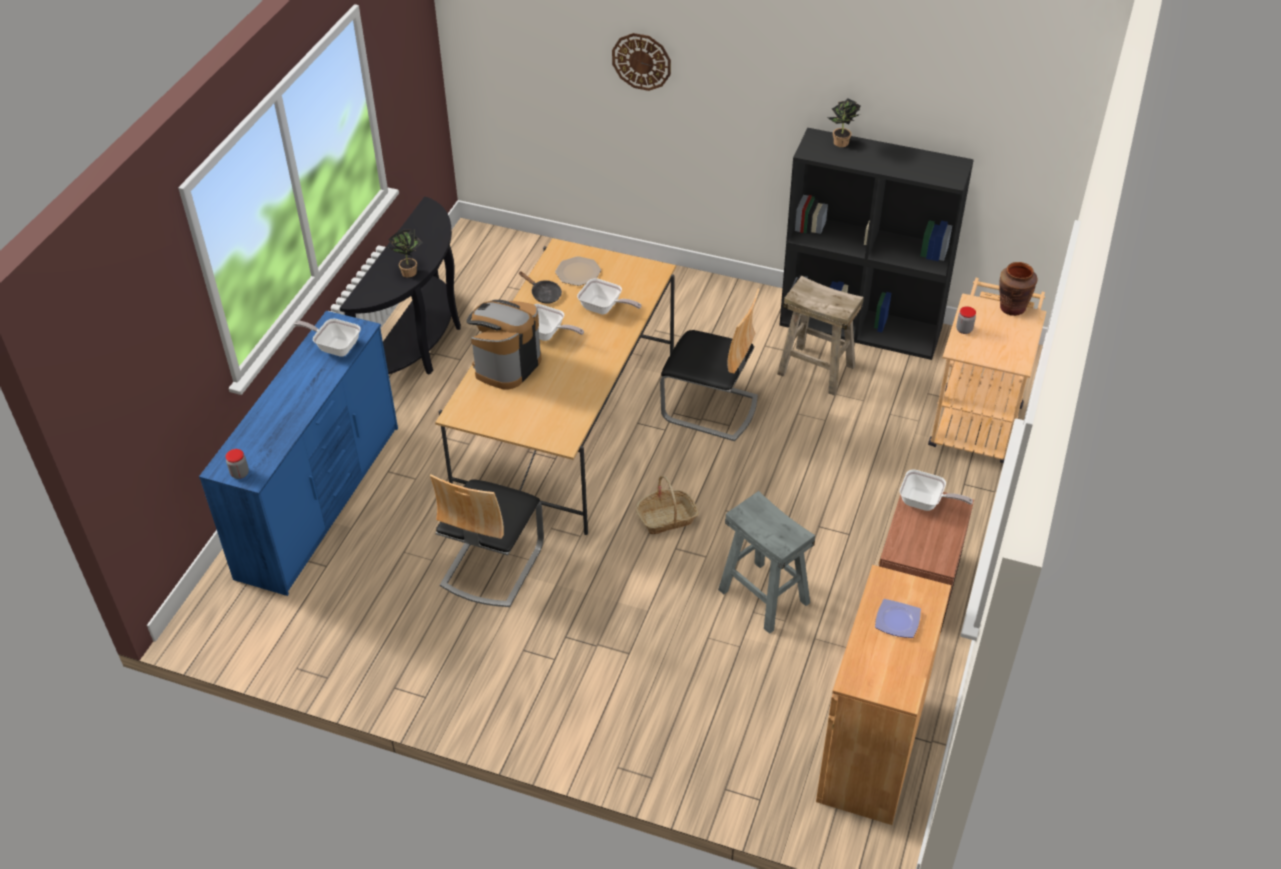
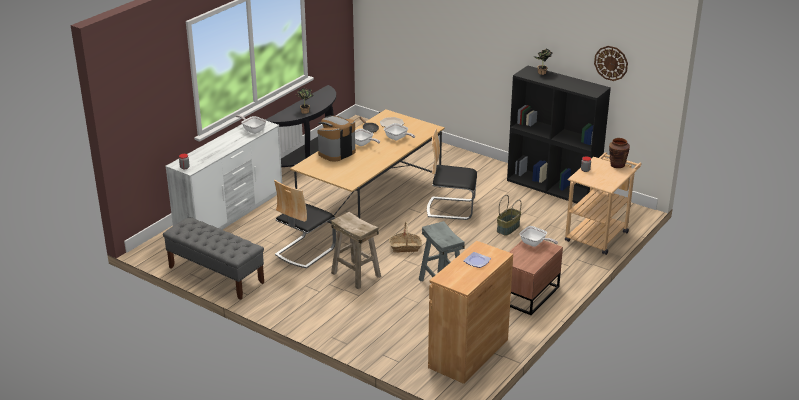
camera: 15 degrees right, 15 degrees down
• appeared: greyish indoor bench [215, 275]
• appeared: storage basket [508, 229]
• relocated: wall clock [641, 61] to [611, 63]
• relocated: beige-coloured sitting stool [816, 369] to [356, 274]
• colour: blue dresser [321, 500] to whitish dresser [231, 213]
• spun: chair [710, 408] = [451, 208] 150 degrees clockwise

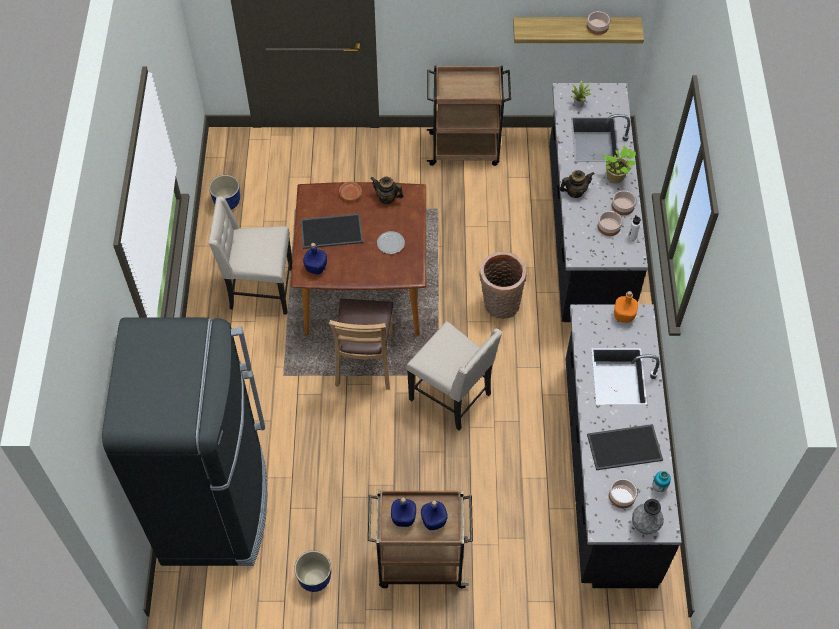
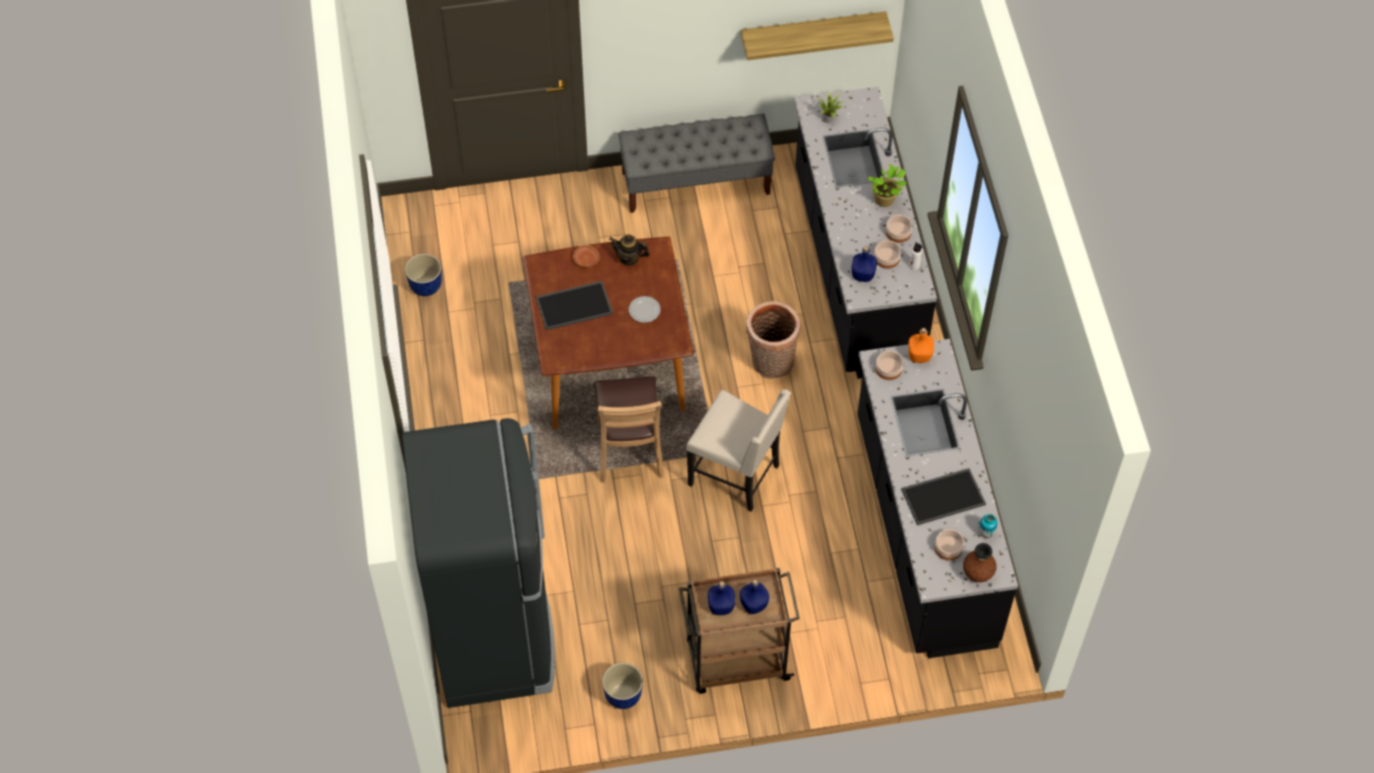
camera: 10 degrees left, 0 degrees up
• missing: beige-coloured chair [259, 290]
• missing: teapot [575, 191]
• relocated: blue bottle [316, 267] to [863, 274]
• relocated: serving bowl [597, 26] to [889, 368]
• exchanged: brownish wheeled cart [465, 149] to greyish indoor bench [696, 182]
• colour: greyish vase [645, 525] to brownish vase [977, 574]

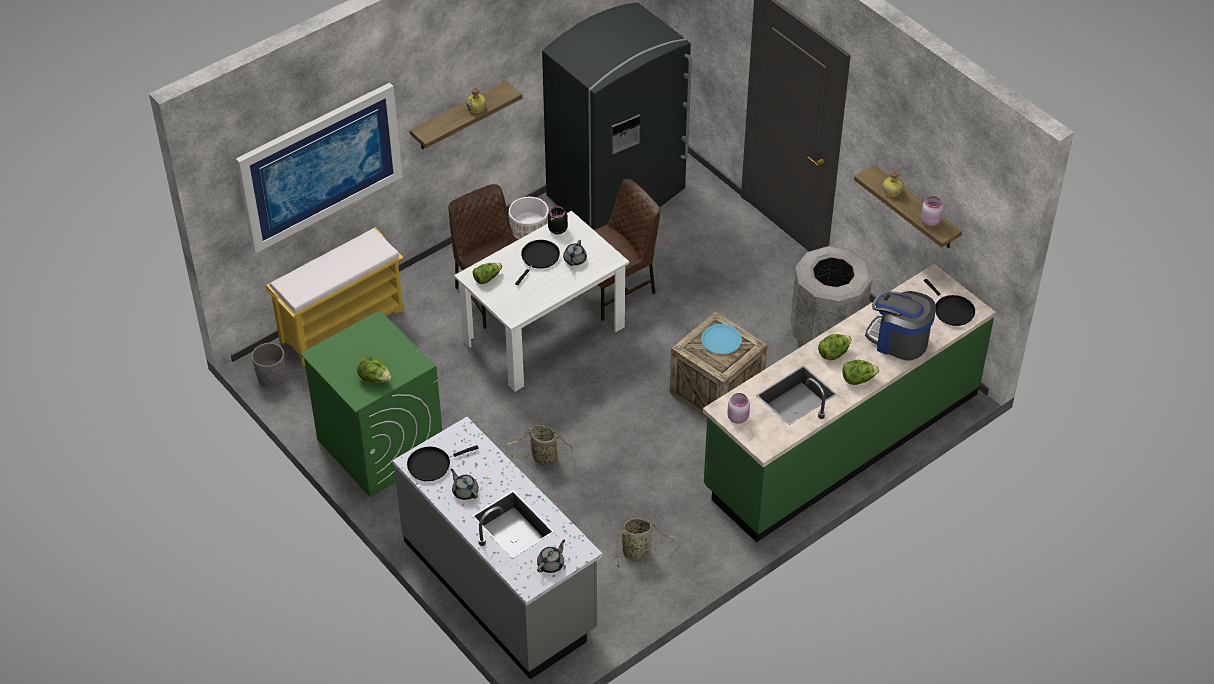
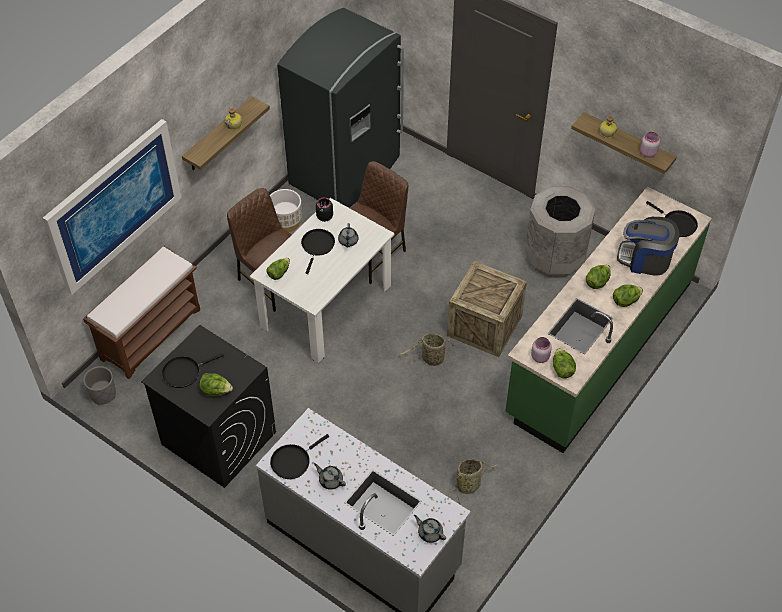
camera: 15 degrees left, 5 degrees up
• missing: blue dinner plate [721, 340]
• appeared: blackish frying pan [184, 372]
• appeared: head of lettuce [562, 369]
• relocated: storage basket [542, 458] to [431, 359]
• colour: yellow indoor bench [342, 324] to brownish indoor bench [151, 333]
• colour: green-coloured laundry appliance [379, 446] to blackish laundry appliance [218, 438]
• spun: greyish teapot [551, 564] = [430, 533] 75 degrees counterclockwise

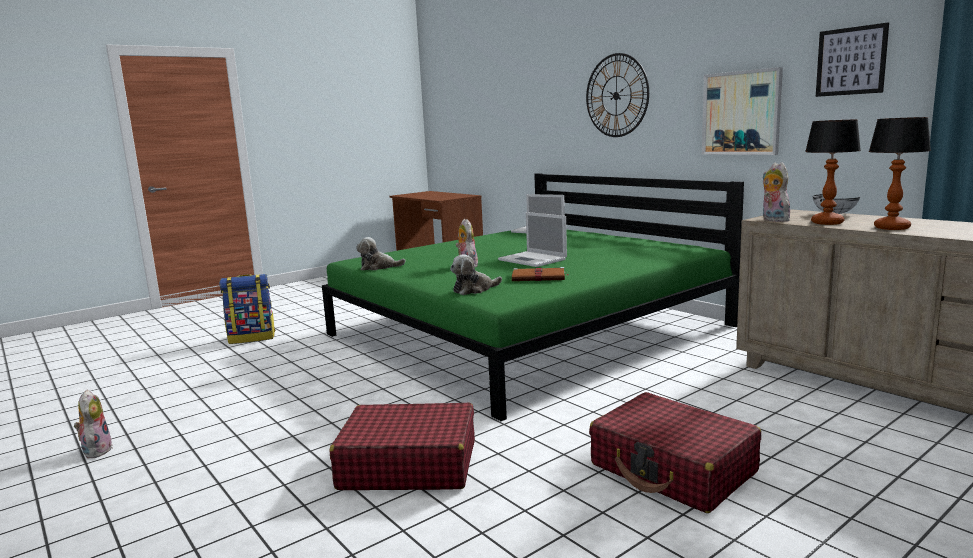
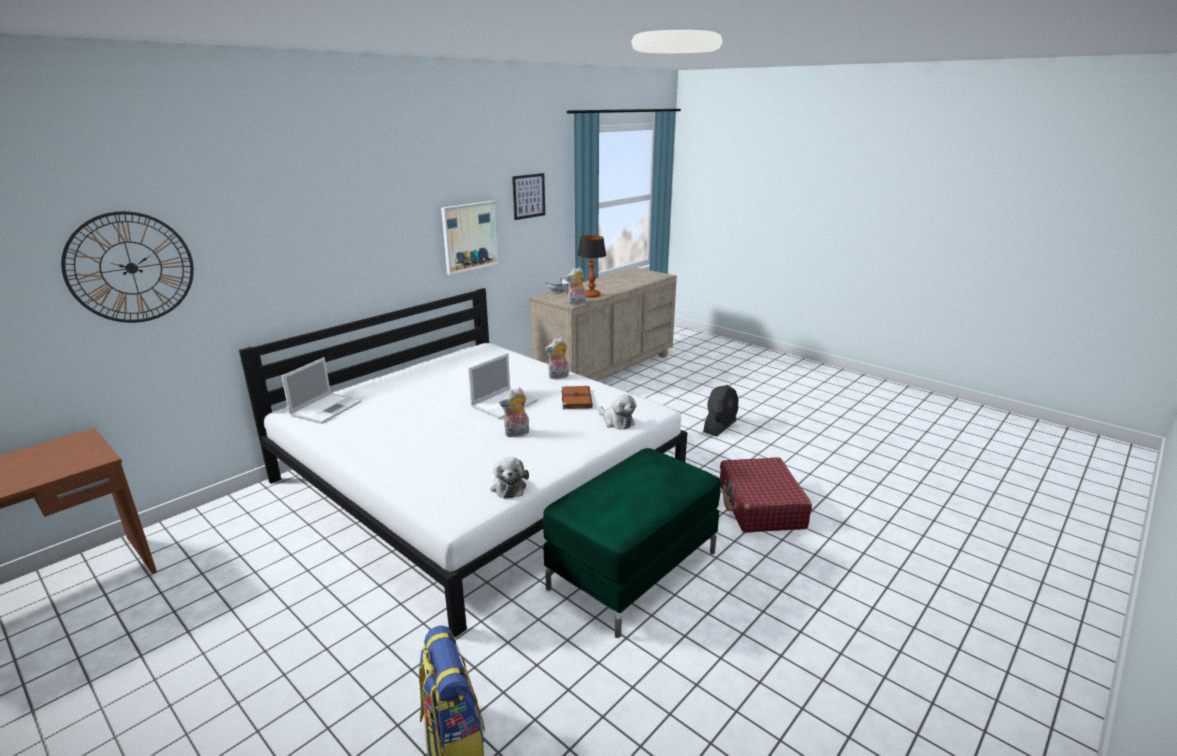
camera: 100 degrees left, 10 degrees up
• missing: lamp for a table [891, 227]
• appeared: green-coloured footrest [633, 569]
• relocated: soft toy [96, 450] to [558, 377]
• relocated: wall clock [616, 95] to [131, 268]
• exchanged: reddish travel case [673, 469] to blackish fan [720, 426]
• colour: green-coloured bedroom bed [527, 330] to whitish bedroom bed [477, 479]

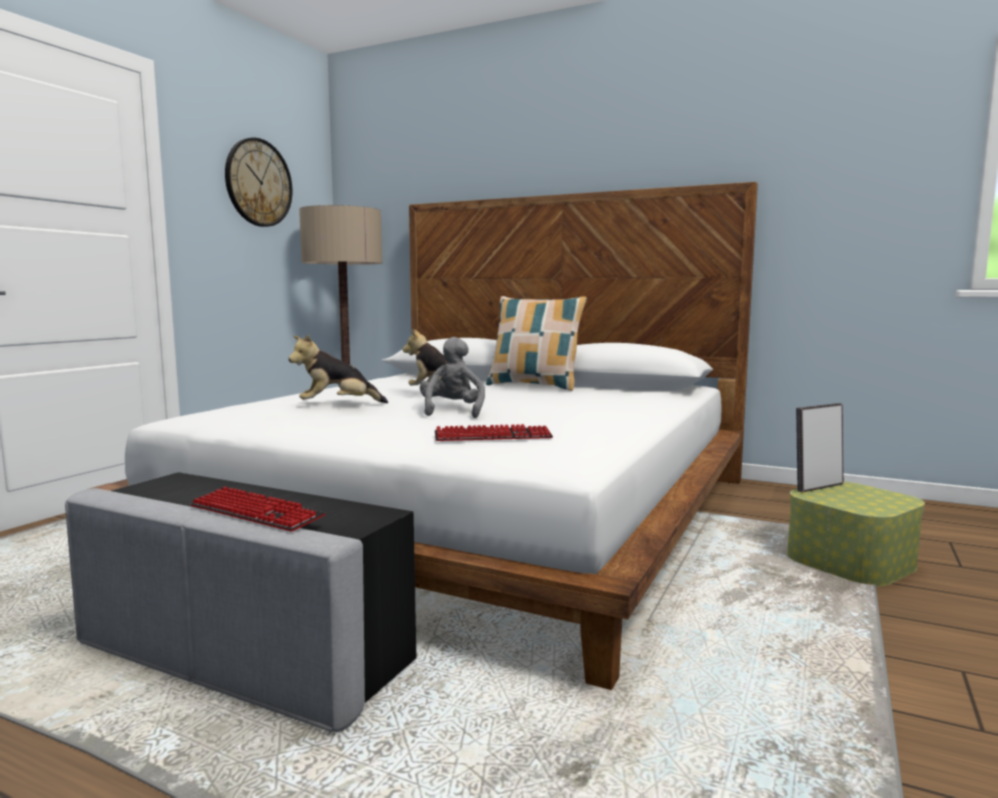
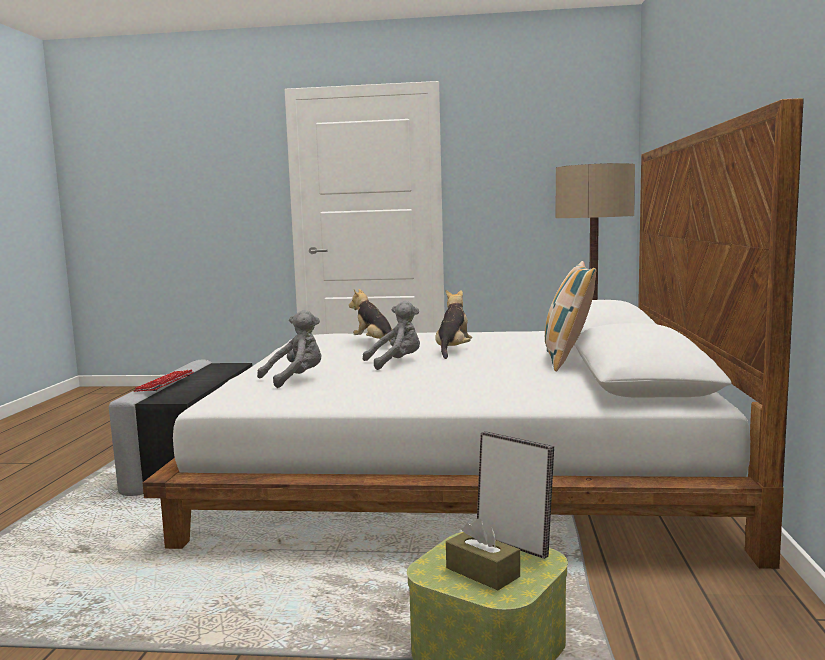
camera: 70 degrees right, 0 degrees up
• missing: wall clock [258, 183]
• appeared: brownish tissue holder [482, 572]
• exchanged: computer keyboard [493, 436] to greyish soft toy [296, 379]

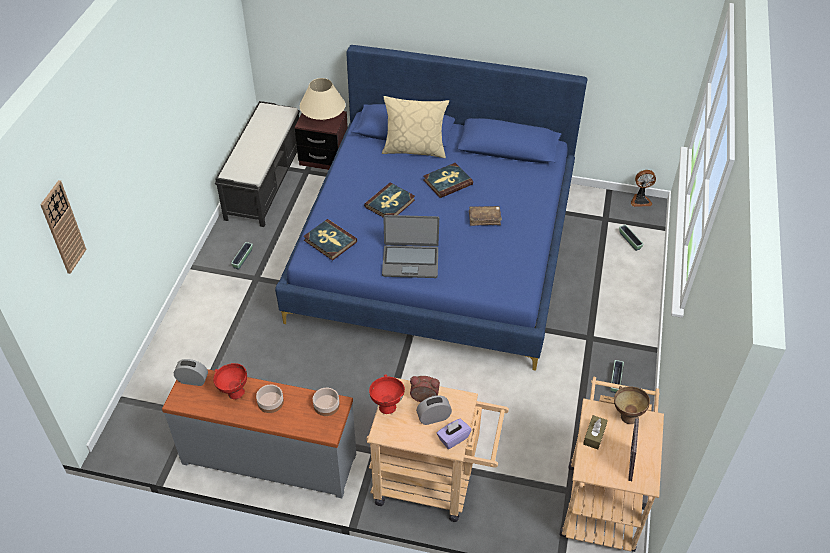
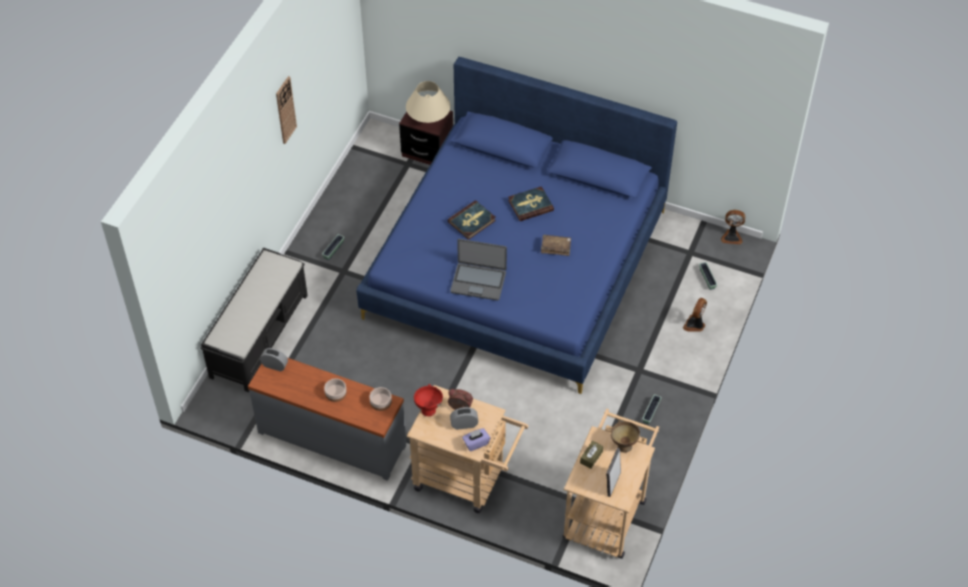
camera: 10 degrees right, 5 degrees up
• missing: reddish serving bowl [233, 391]
• missing: volume [330, 241]
• missing: beige-coloured cushion [414, 149]
• appeared: fan [695, 325]
• relocated: wall clock [63, 227] to [285, 110]
• relocated: blackish indoor bench [265, 182] to [259, 335]

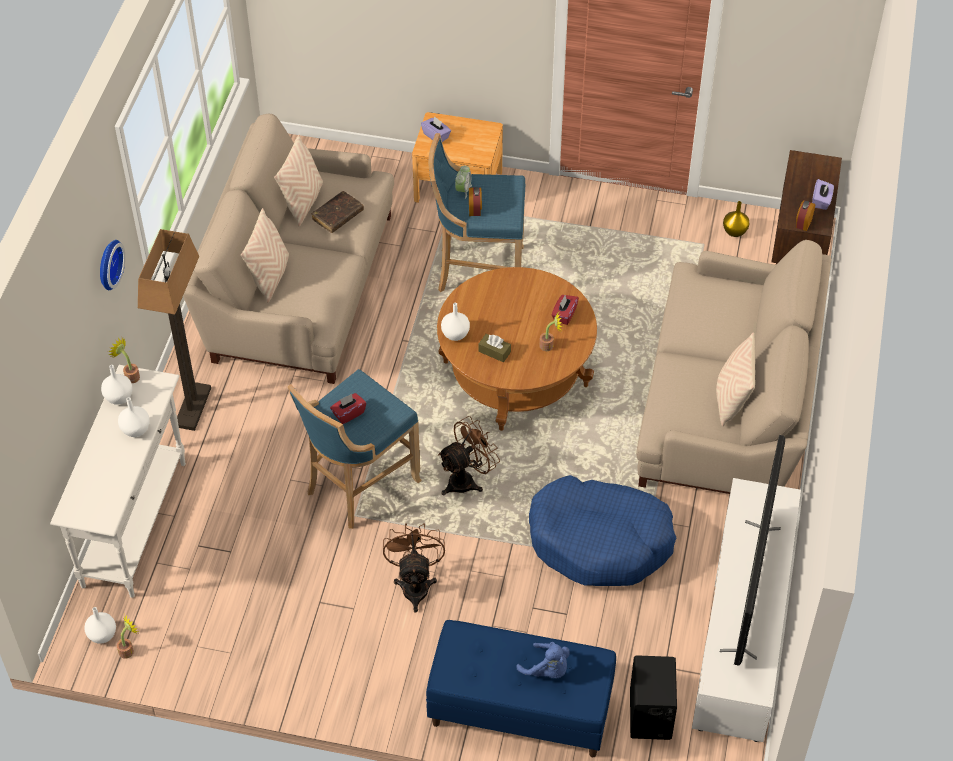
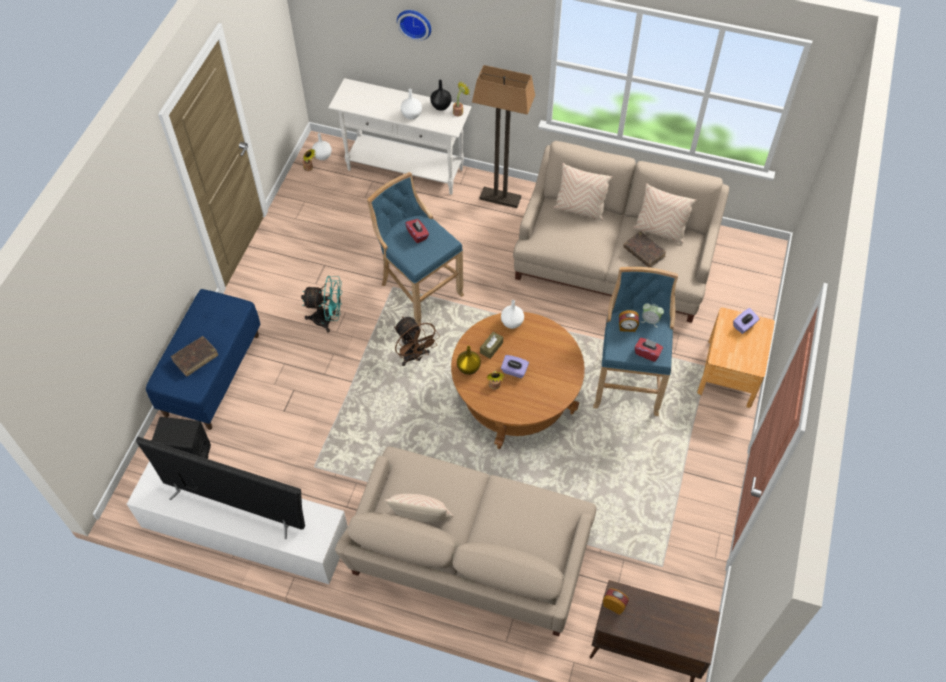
camera: 95 degrees right, 5 degrees up
• missing: blue pet bed [600, 541]
• relocated: wall clock [107, 264] to [415, 23]
• relocated: reddish tissue holder [564, 315] to [647, 353]
• relocated: yellow vase [734, 232] to [468, 368]
• relocated: purple tissue holder [821, 201] to [514, 371]
• exchanged: blue soft toy [547, 670] to brownish volume [195, 358]
• colour: whitish vase [118, 398] to blackish vase [440, 106]
• colour: brownish fan [415, 584] to turquoise-coloured fan [328, 319]

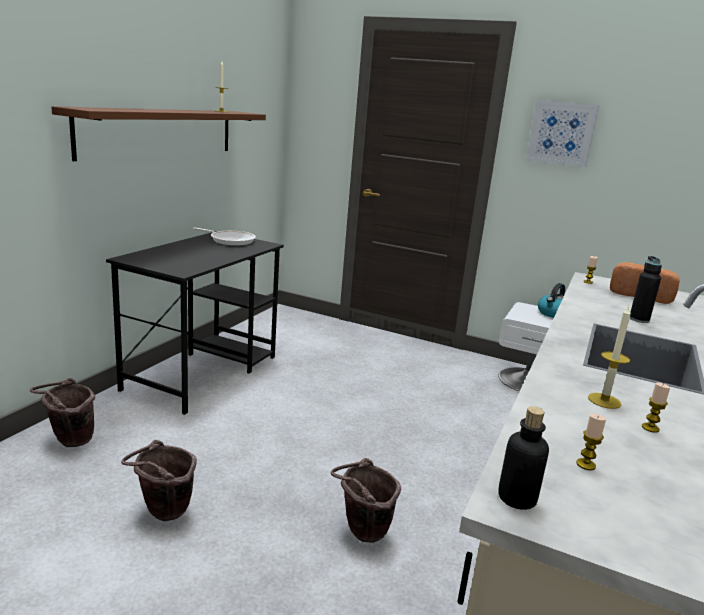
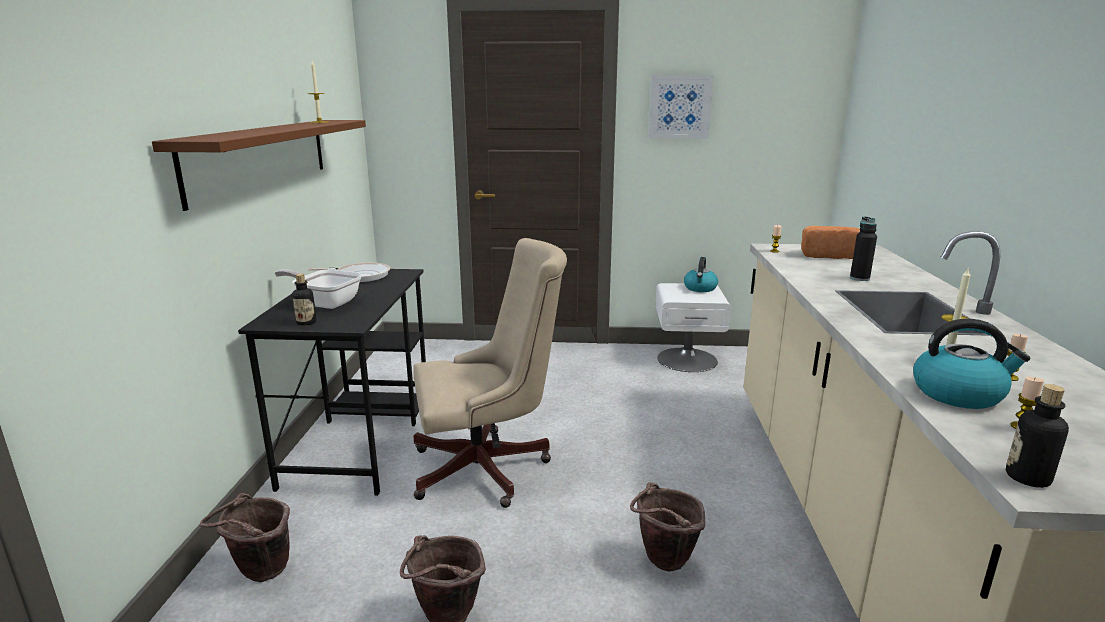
camera: 20 degrees left, 0 degrees up
• appeared: frying pan [325, 303]
• appeared: bottle [306, 322]
• appeared: beige-coloured computer chair [489, 468]
• appeared: tea kettle [958, 393]

